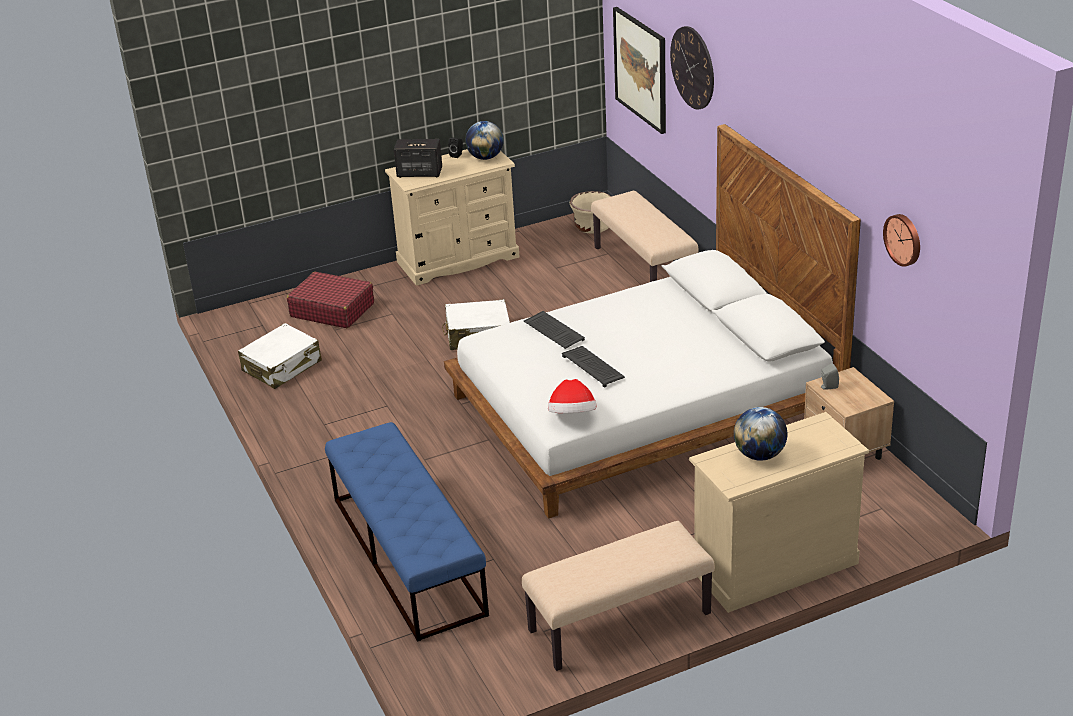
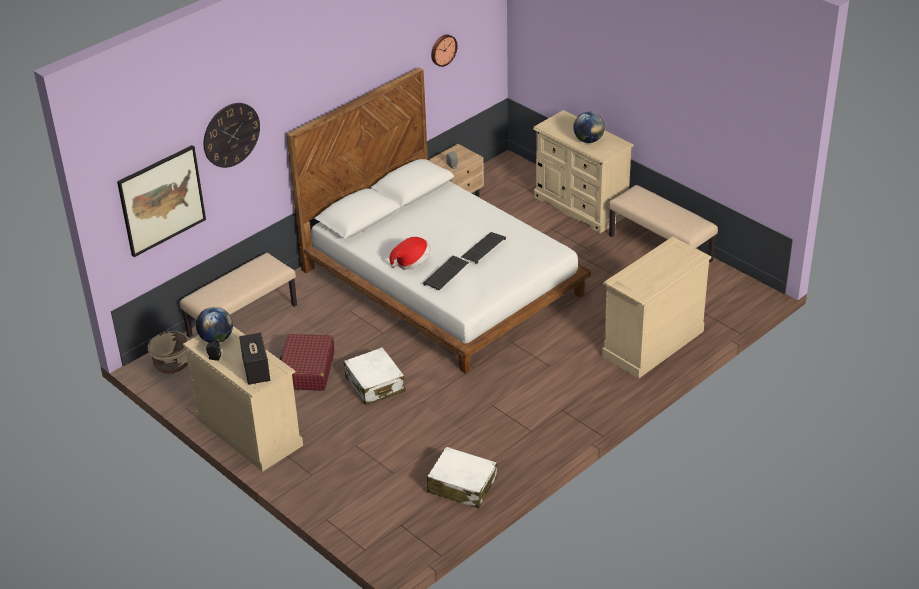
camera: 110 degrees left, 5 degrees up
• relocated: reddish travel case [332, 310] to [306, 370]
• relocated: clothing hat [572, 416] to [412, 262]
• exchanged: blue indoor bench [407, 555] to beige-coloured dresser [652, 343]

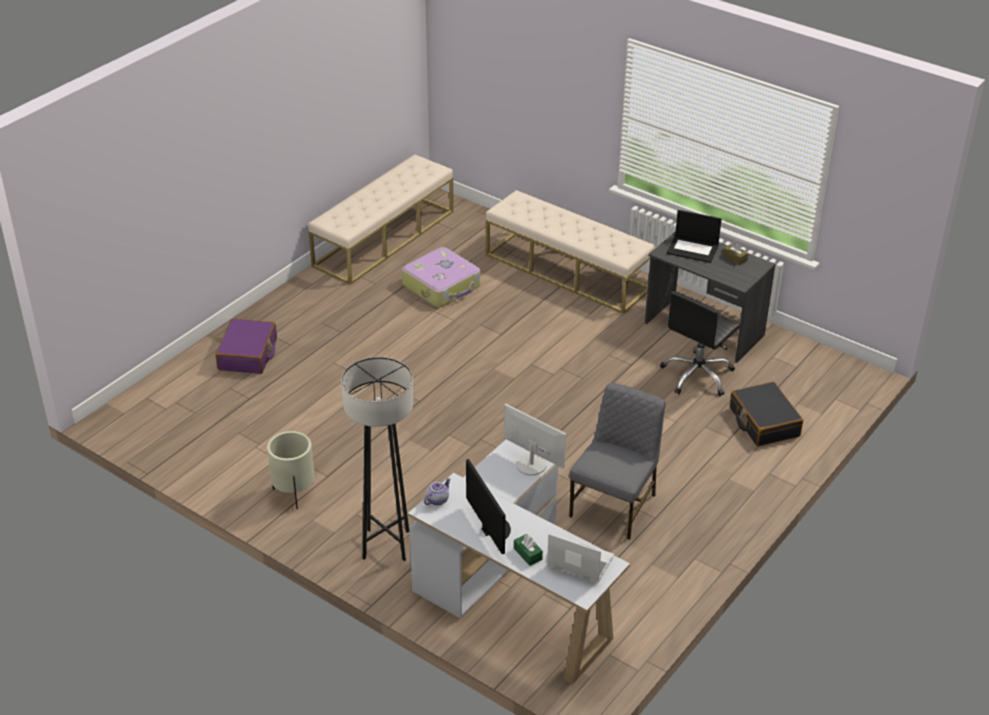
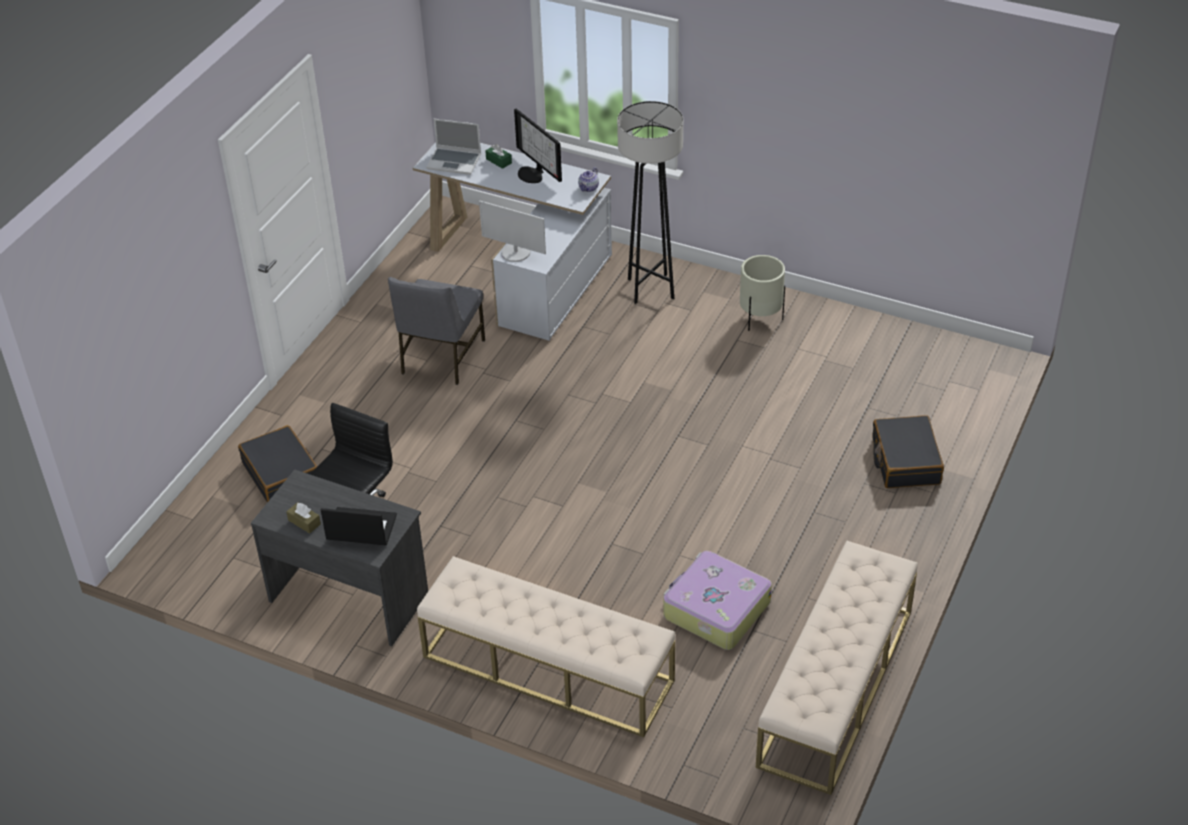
camera: 170 degrees right, 5 degrees up
• colour: purple travel case [248, 354] to blackish travel case [905, 461]

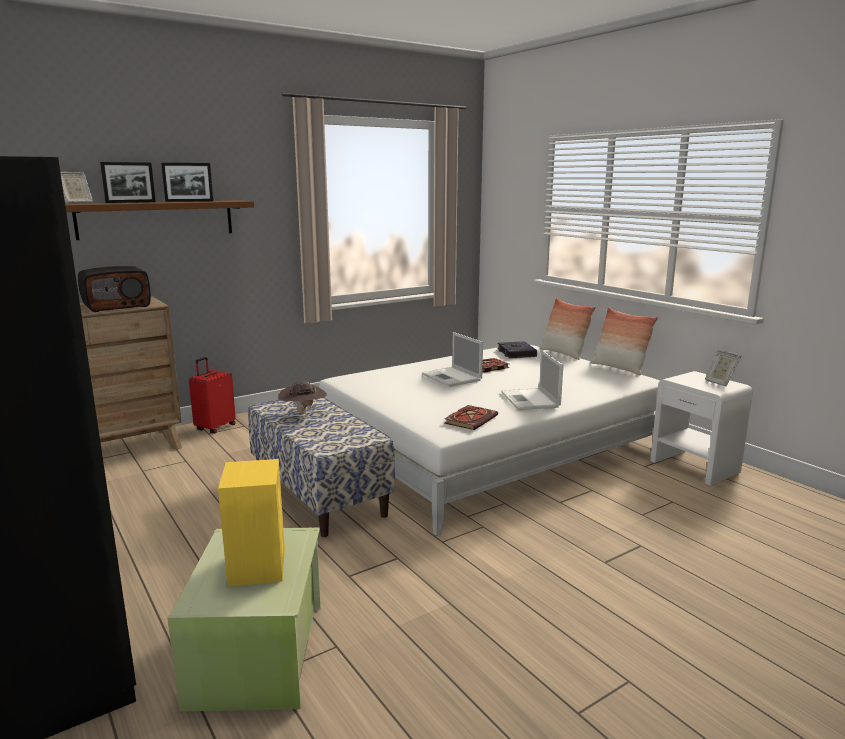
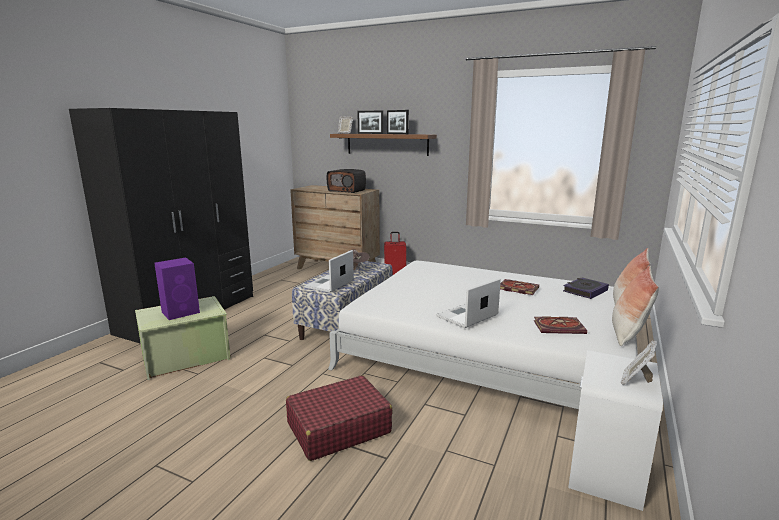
camera: 60 degrees right, 0 degrees up
• appeared: reddish travel case [338, 428]
• relocated: laptop [452, 377] to [329, 284]
• relocated: volume [470, 419] to [560, 327]
• colour: yellow audio speaker [257, 566] to purple audio speaker [181, 312]

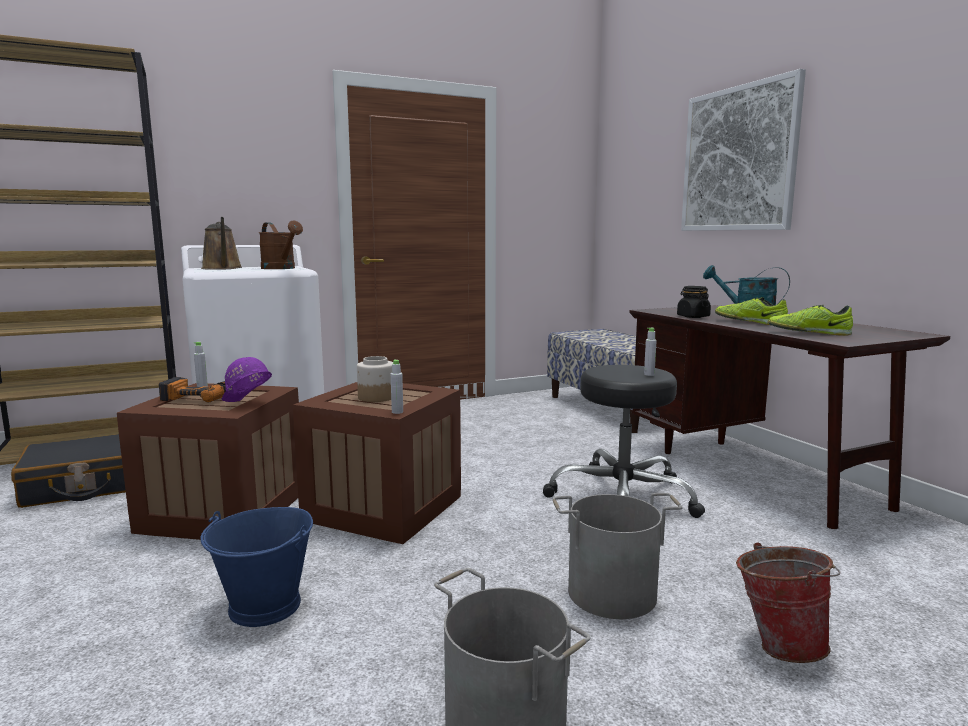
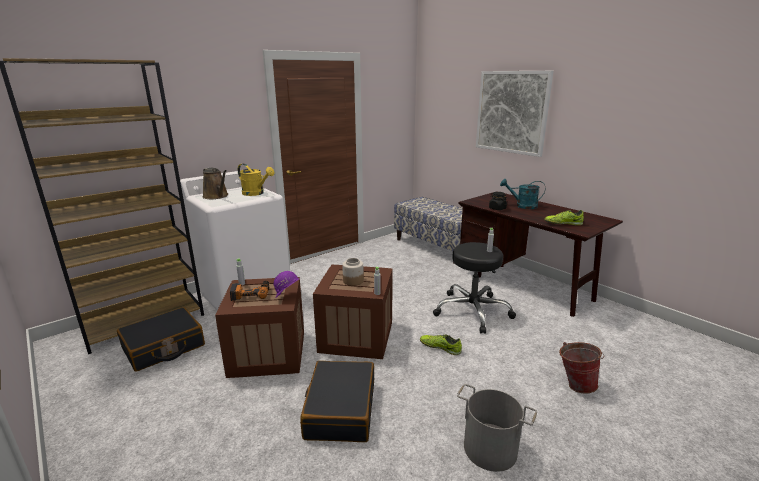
camera: 15 degrees left, 10 degrees up
• missing: greyish bucket [612, 594]
• relocated: shoe [750, 322] to [440, 347]
• exchanged: blue bucket [265, 606] to blackish travel case [340, 410]
• colour: brownish sprinkling can [281, 268] to yellow sprinkling can [256, 193]

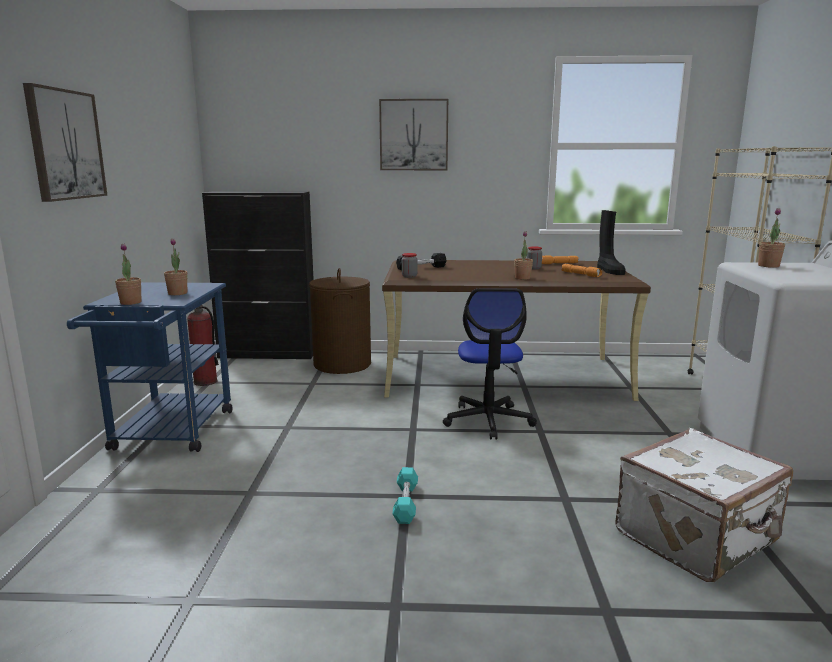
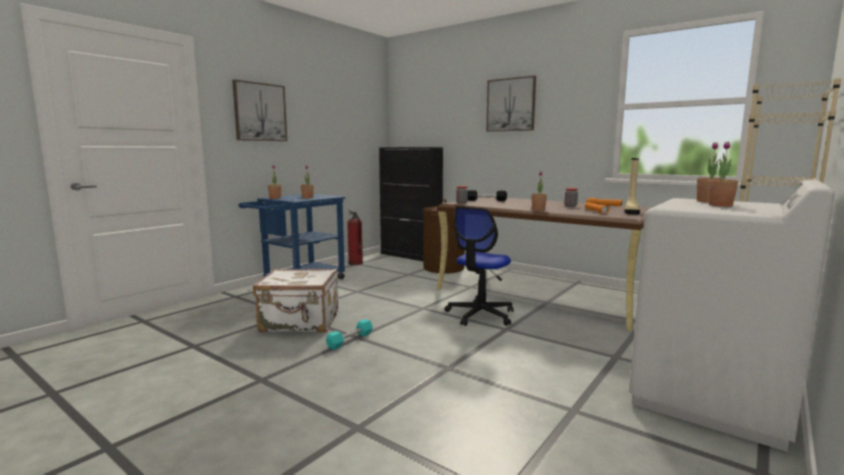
camera: 35 degrees right, 5 degrees down
• appeared: houseplant [720, 205]
• relocated: whitish travel case [698, 538] to [300, 323]
• colour: blackish boot [609, 271] to beige-coloured boot [631, 212]

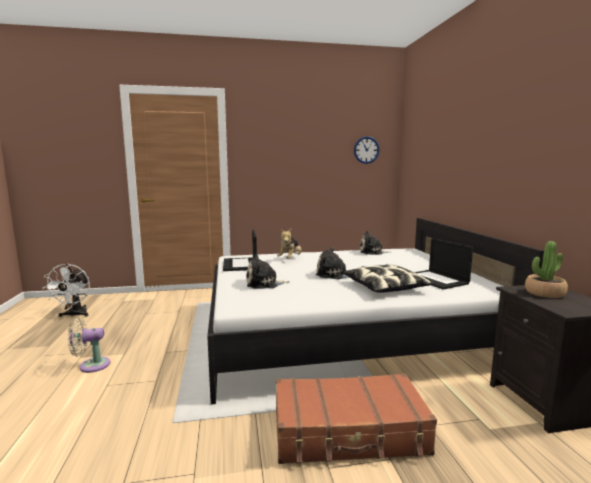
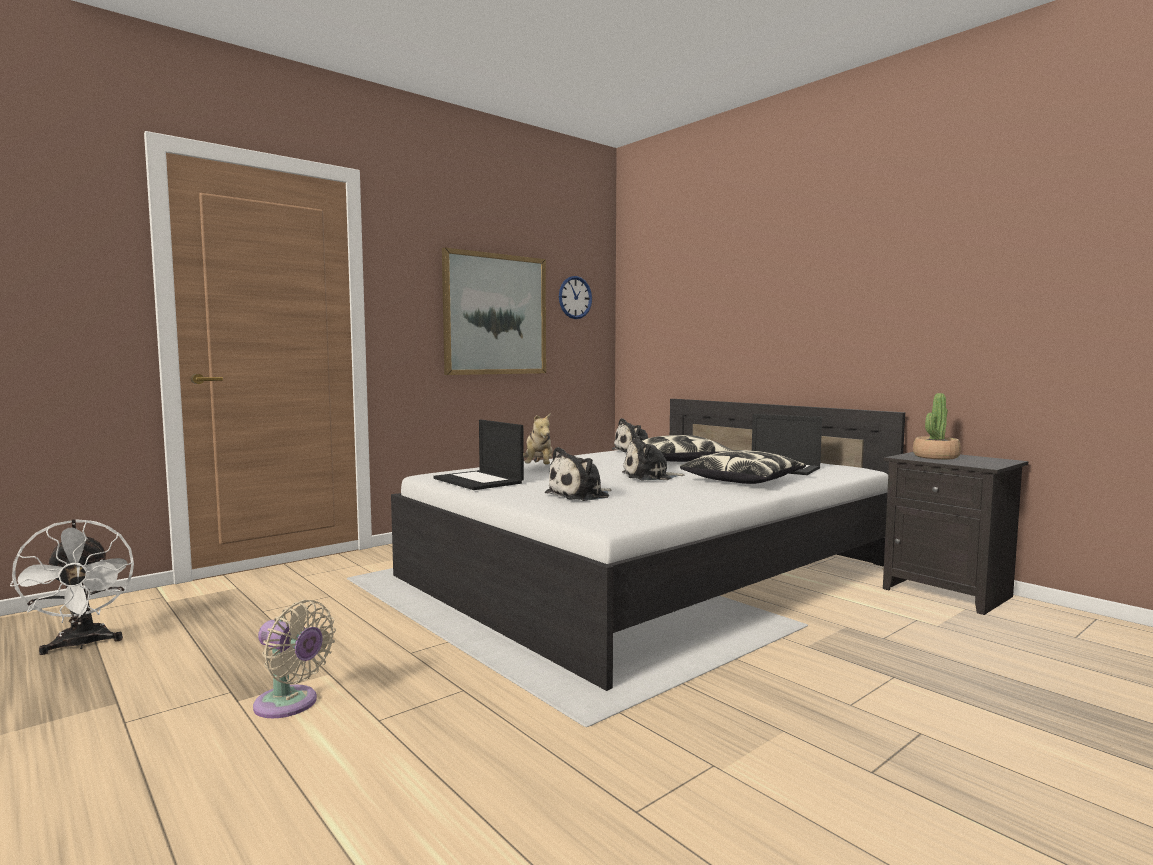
camera: 30 degrees left, 5 degrees down
• missing: brownish travel case [349, 432]
• appeared: wall art [495, 314]
• appeared: cushion [681, 460]
• spun: beige-coloured fan [91, 365] = [290, 705] 105 degrees counterclockwise

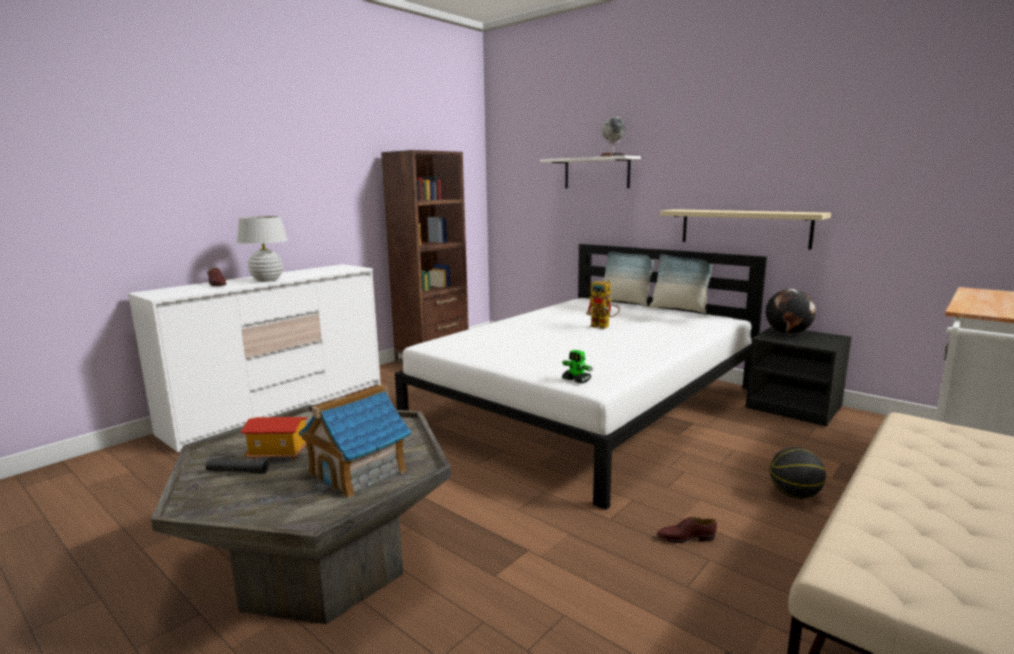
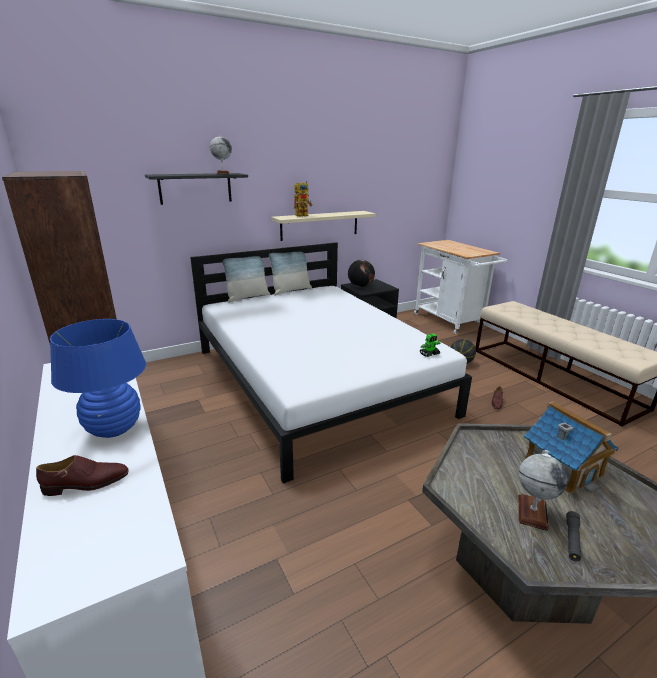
camera: 70 degrees left, 10 degrees up
• relocated: robot figure [604, 326] to [303, 215]
• exchanged: toy house [278, 454] to world globe [532, 512]
• colour: whitish lamp for a table [267, 280] to blue lamp for a table [114, 428]
• colour: whitish shelf [596, 173] to blackish shelf [195, 188]

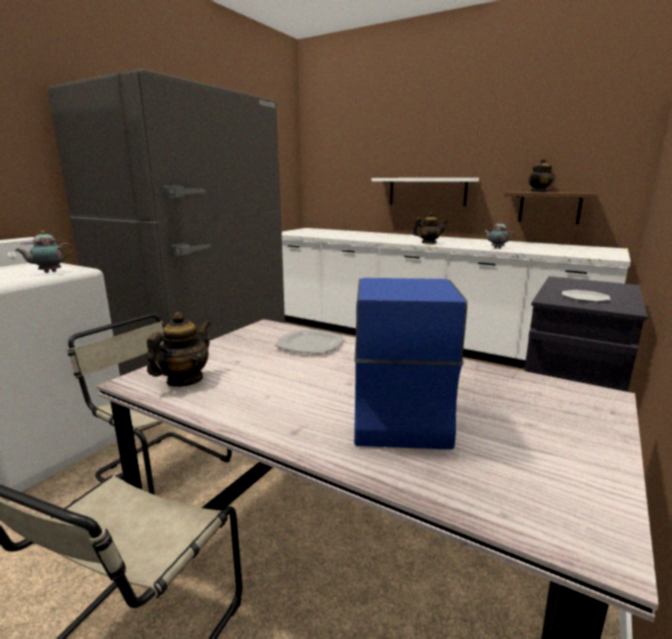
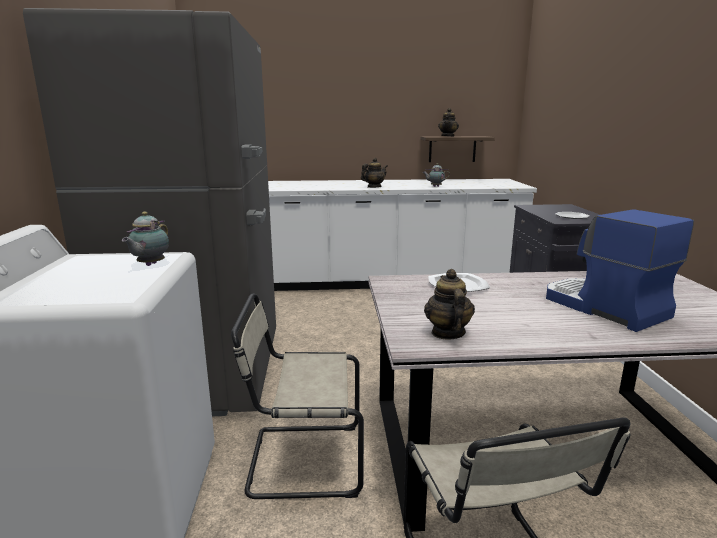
camera: 35 degrees left, 0 degrees up
• missing: whitish shelf [427, 191]

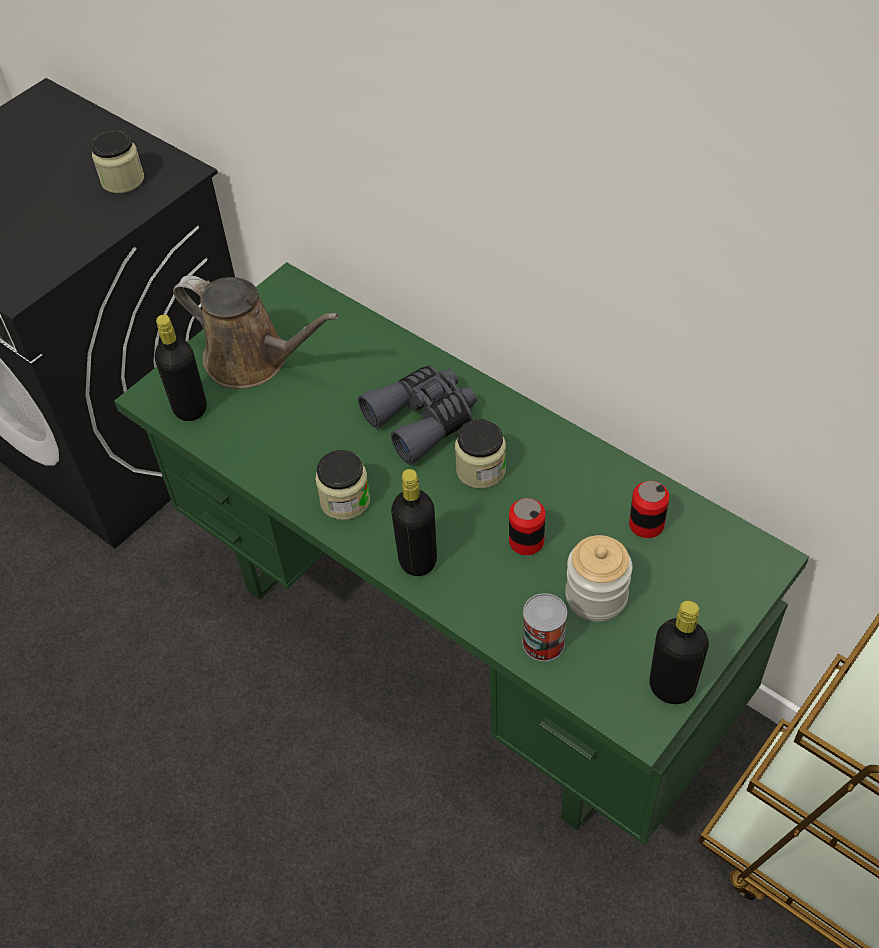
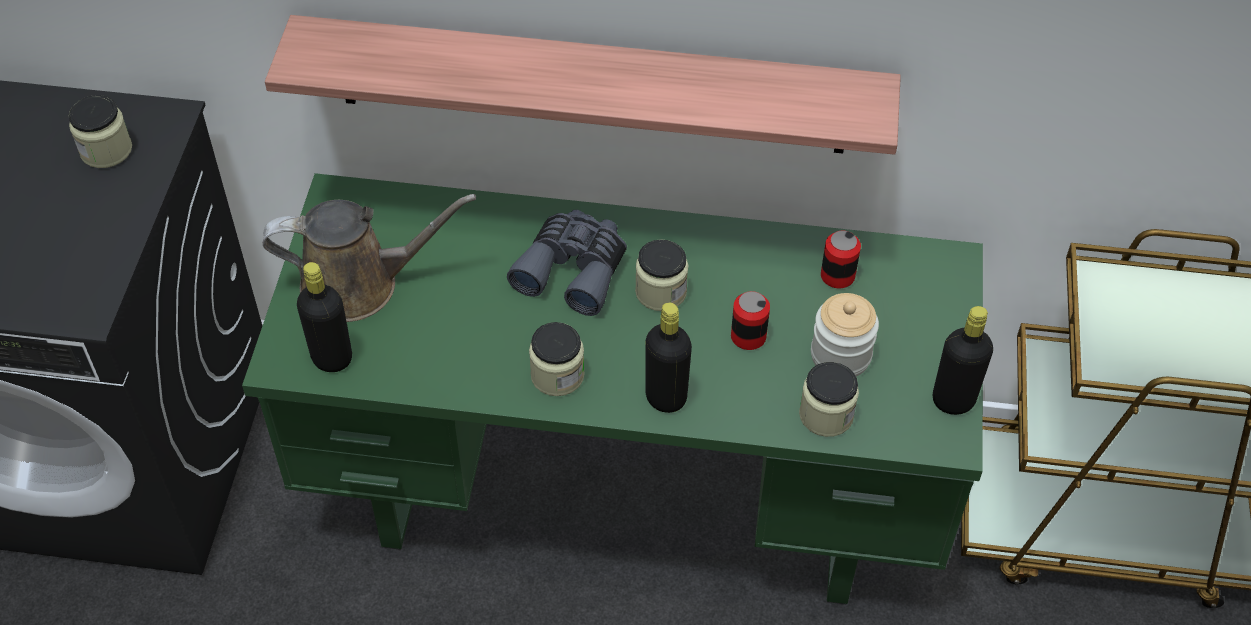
camera: 35 degrees left, 0 degrees up
• appeared: shelf [591, 85]
• exchanged: metal can [543, 642] to jar [826, 415]

